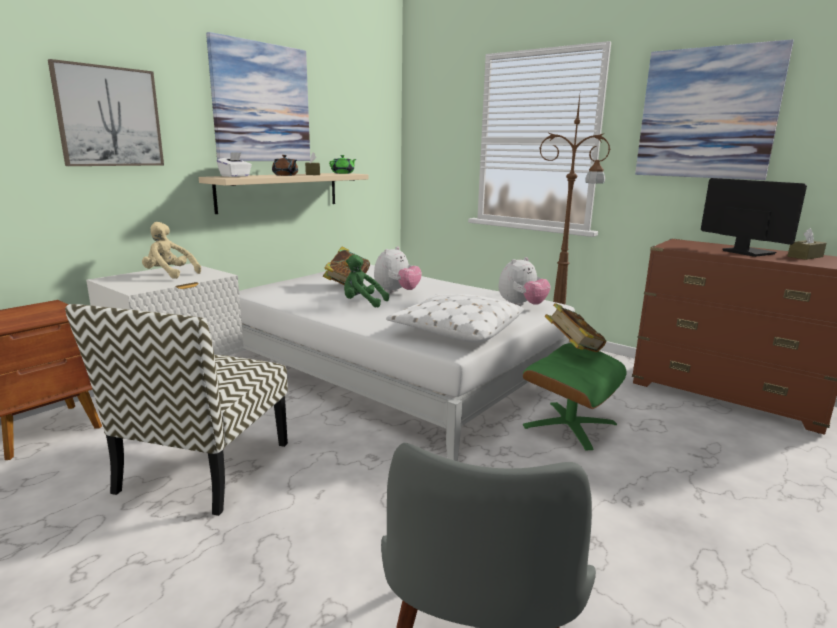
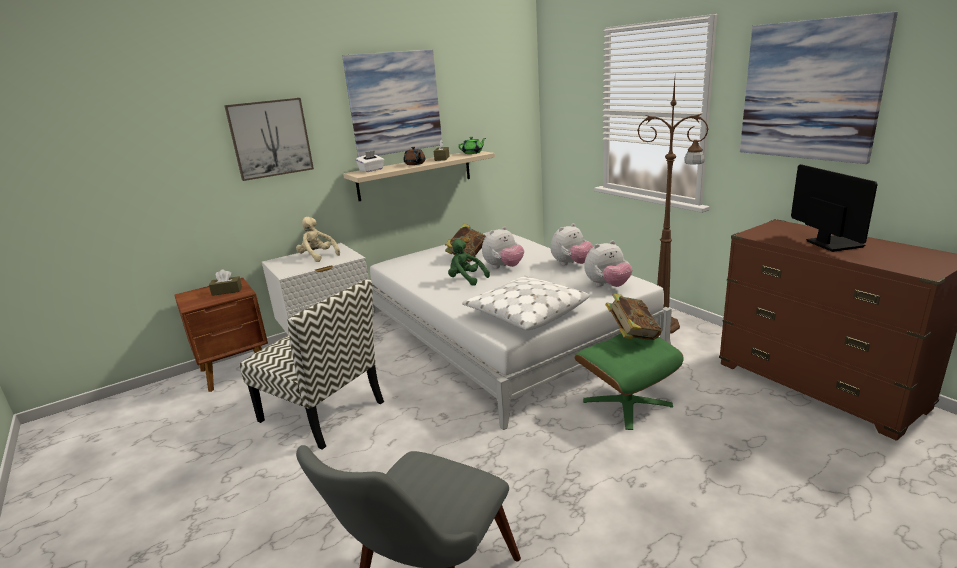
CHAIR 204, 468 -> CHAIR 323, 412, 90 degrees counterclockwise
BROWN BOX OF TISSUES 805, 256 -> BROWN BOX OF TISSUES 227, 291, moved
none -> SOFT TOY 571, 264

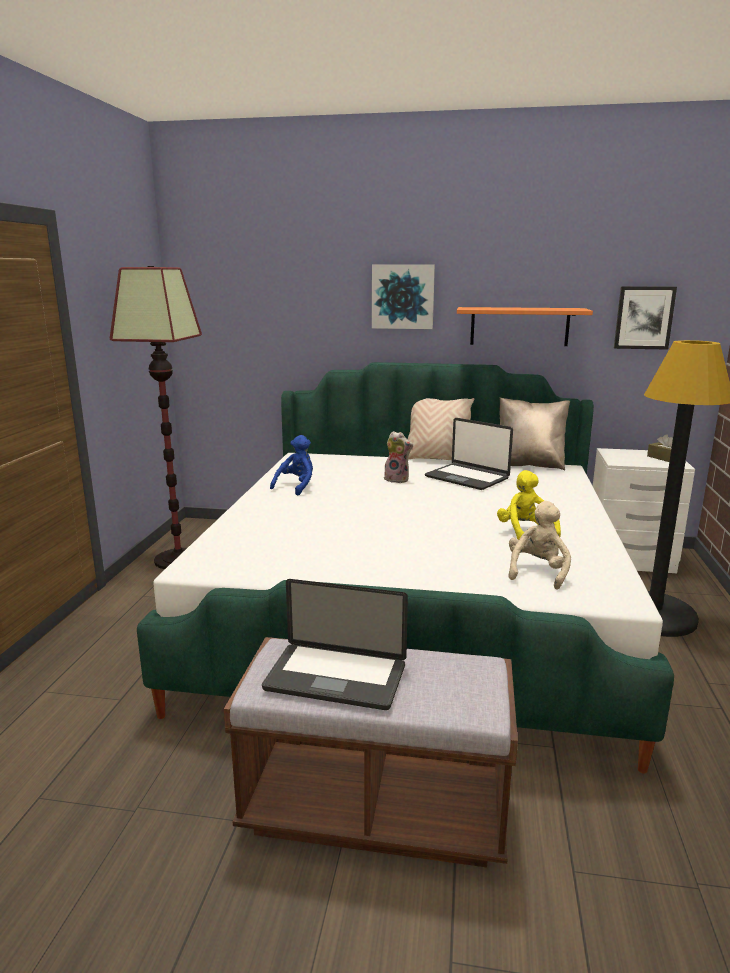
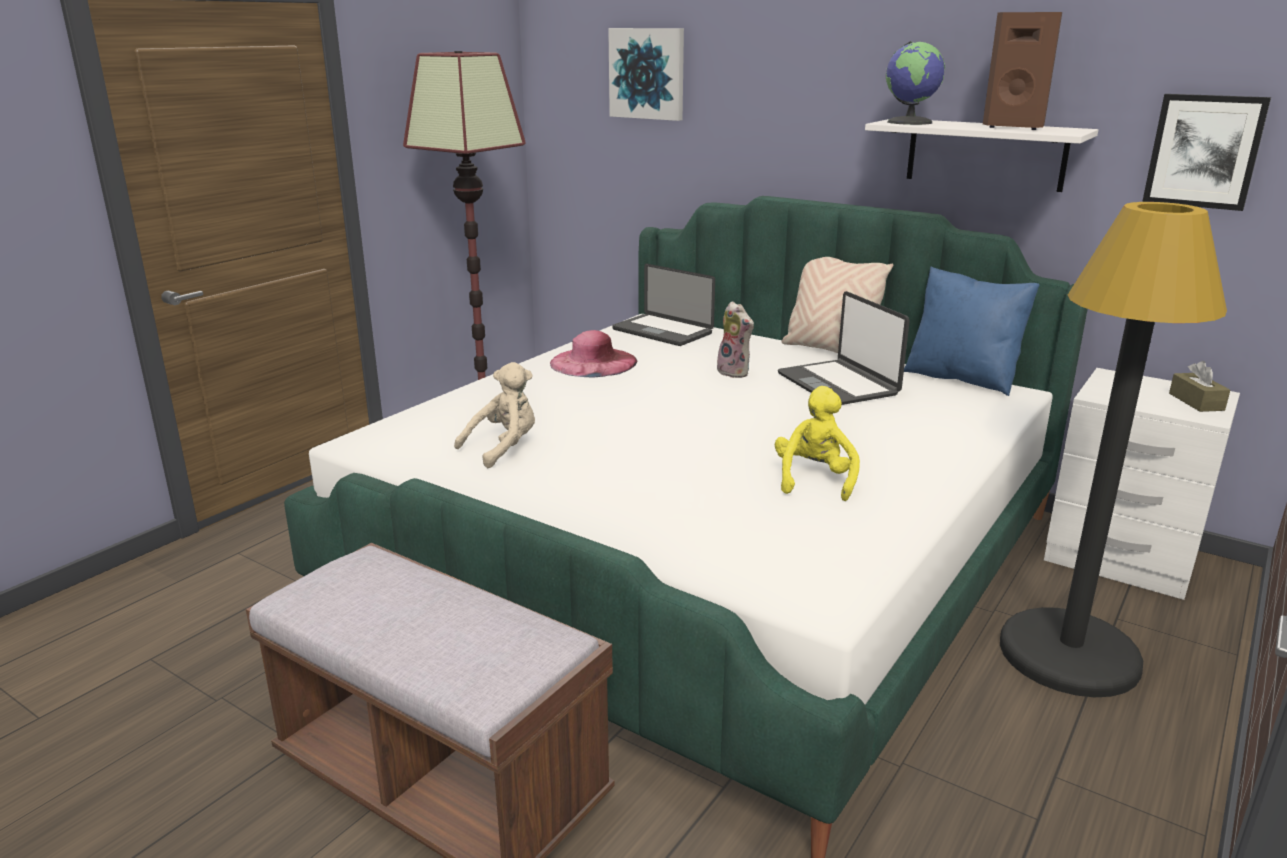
LAPTOP 335, 678 -> LAPTOP 662, 332, moved
BLUE SOFT TOY 296, 486 -> PINK CLOTHING HAT 593, 362
PICTURE 403, 296 -> PICTURE 647, 73, moved
ORANGE WALL SHELF 519, 326 -> WHITE WALL SHELF 985, 154
SAND-COLOURED CUSHION 529, 464 -> BLUE CUSHION 962, 378
SAND-COLOURED SOFT TOY 537, 572 -> SAND-COLOURED SOFT TOY 503, 448, moved
none -> WORLD GLOBE 910, 122
none -> BROWN AUDIO SPEAKER 1015, 127

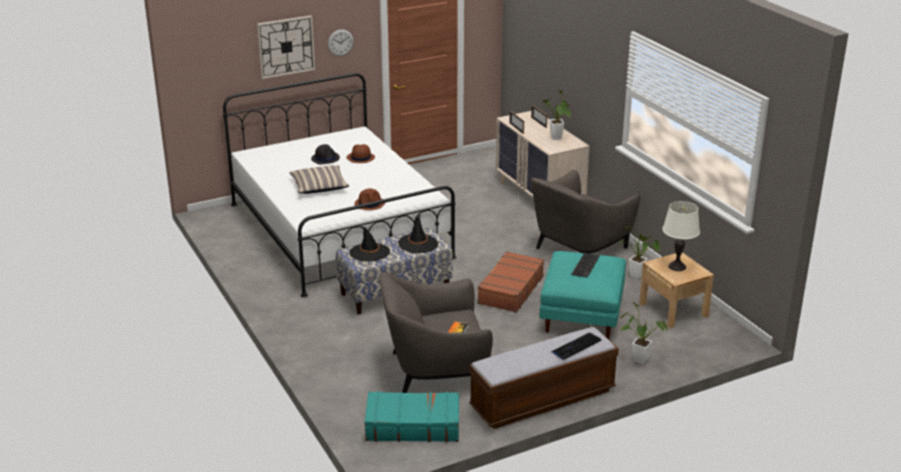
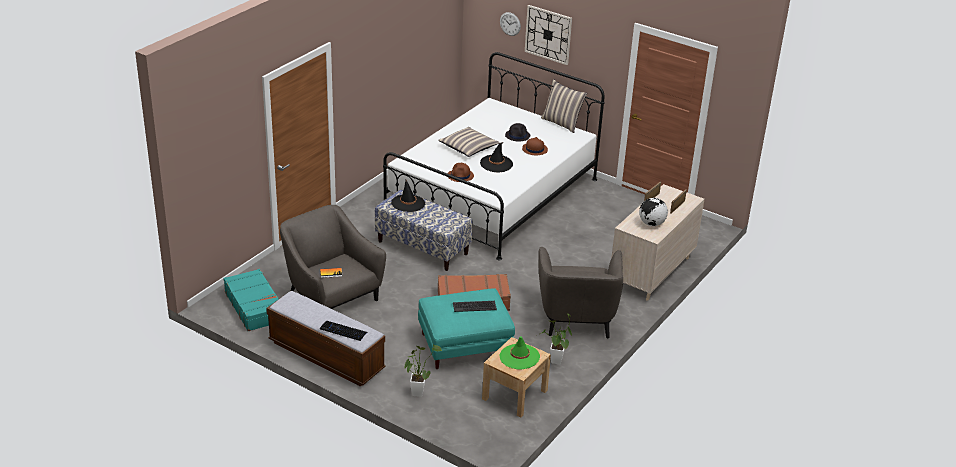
WALL CLOCK 340, 42 -> WALL CLOCK 510, 24, moved
BLACK CLOTHING HAT 418, 244 -> BLACK CLOTHING HAT 496, 164, moved
GRAY EASY CHAIR 579, 247 -> GRAY EASY CHAIR 577, 317, 105 degrees counterclockwise
POTTED PLANT 556, 139 -> WORLD GLOBE 651, 224
WHITE LAMP FOR A TABLE 677, 266 -> GREEN-COLOURED CLOTHING HAT 519, 357
none -> CUSHION 562, 123

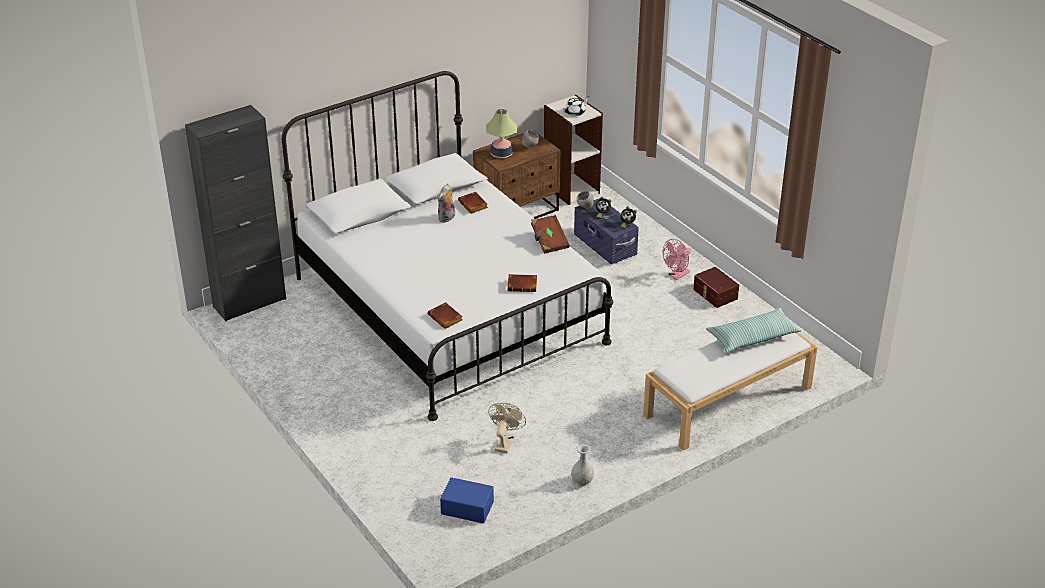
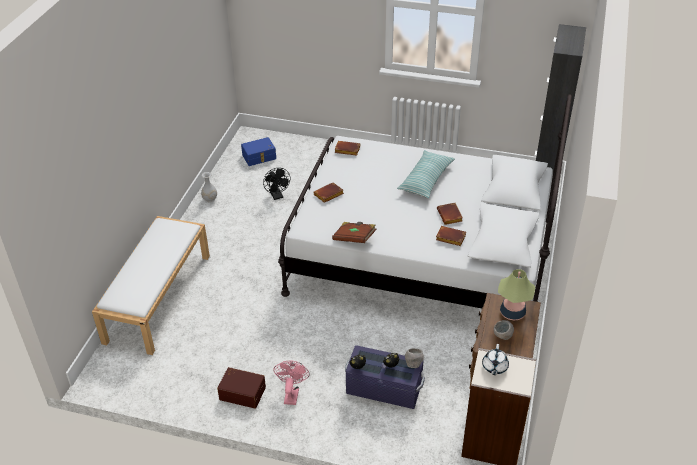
SOFT TOY 447, 218 -> BROWN VOLUME 450, 216
SAND-COLOURED COOLING FAN 505, 442 -> BLACK COOLING FAN 277, 196
CUSHION 752, 337 -> CUSHION 426, 180, moved

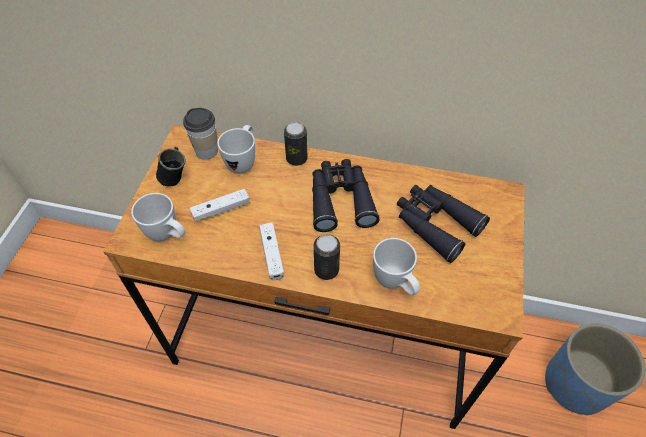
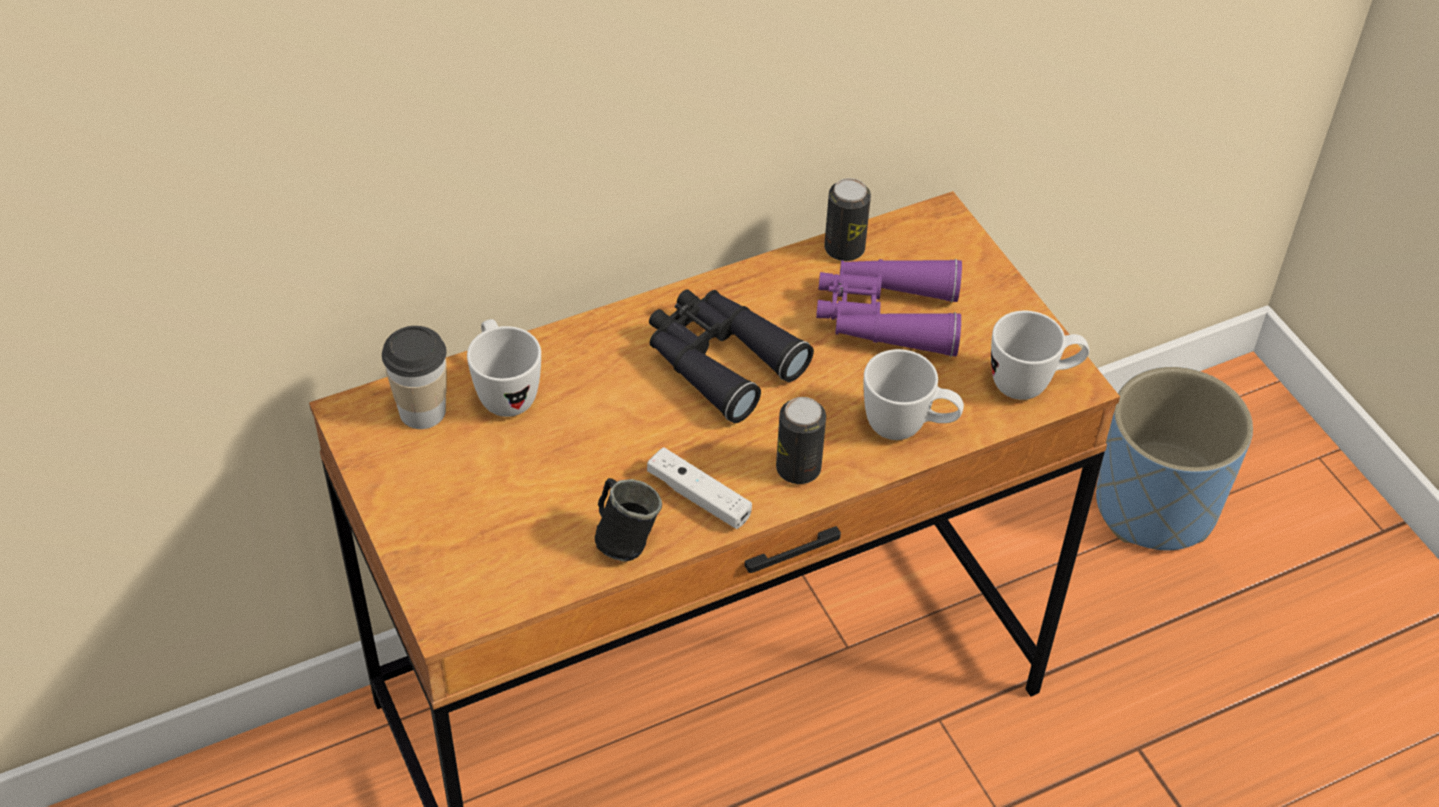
WHITE TEA MUG 168, 235 -> WHITE TEA MUG 1032, 384, moved
BLACK TEA MUG 175, 176 -> BLACK TEA MUG 623, 537, moved
WHITE GAME CONTROLLER 221, 209 -> none
METAL CAN 296, 158 -> METAL CAN 844, 249, moved
BLACK BINOCULARS 435, 224 -> PURPLISH BINOCULARS 886, 317

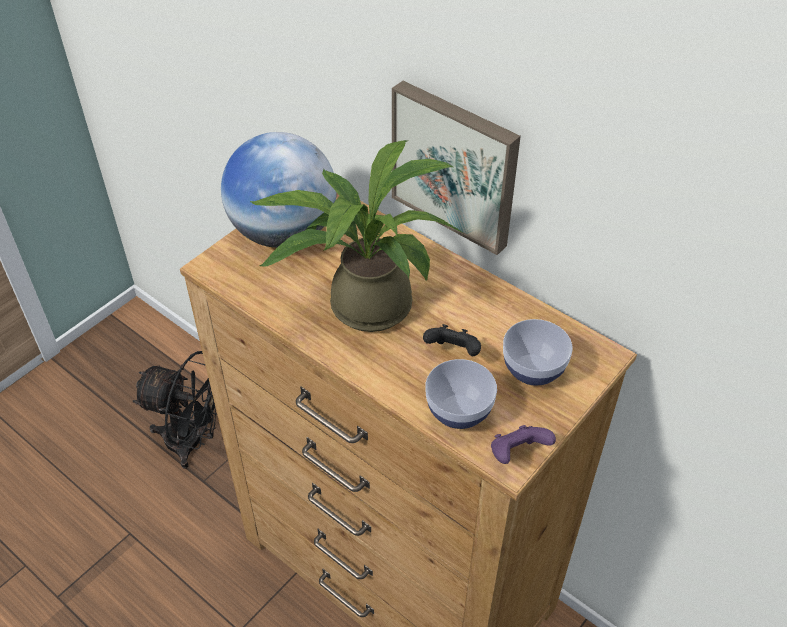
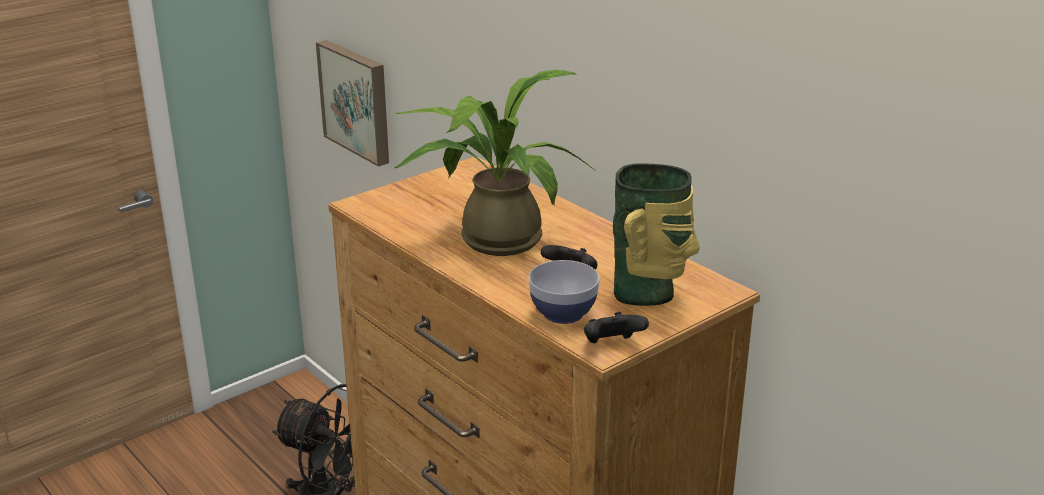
WORLD GLOBE 284, 232 -> none
PICTURE 456, 165 -> PICTURE 357, 101, moved
PURPLISH GAME CONTROLLER 517, 454 -> BLACK GAME CONTROLLER 612, 345
SERVING BOWL 533, 370 -> FLOWER VASE 647, 293

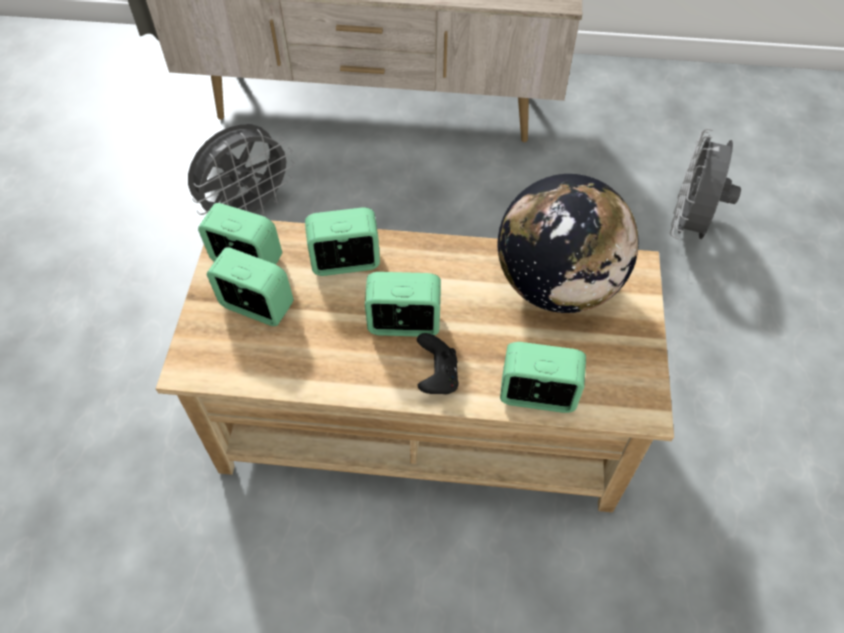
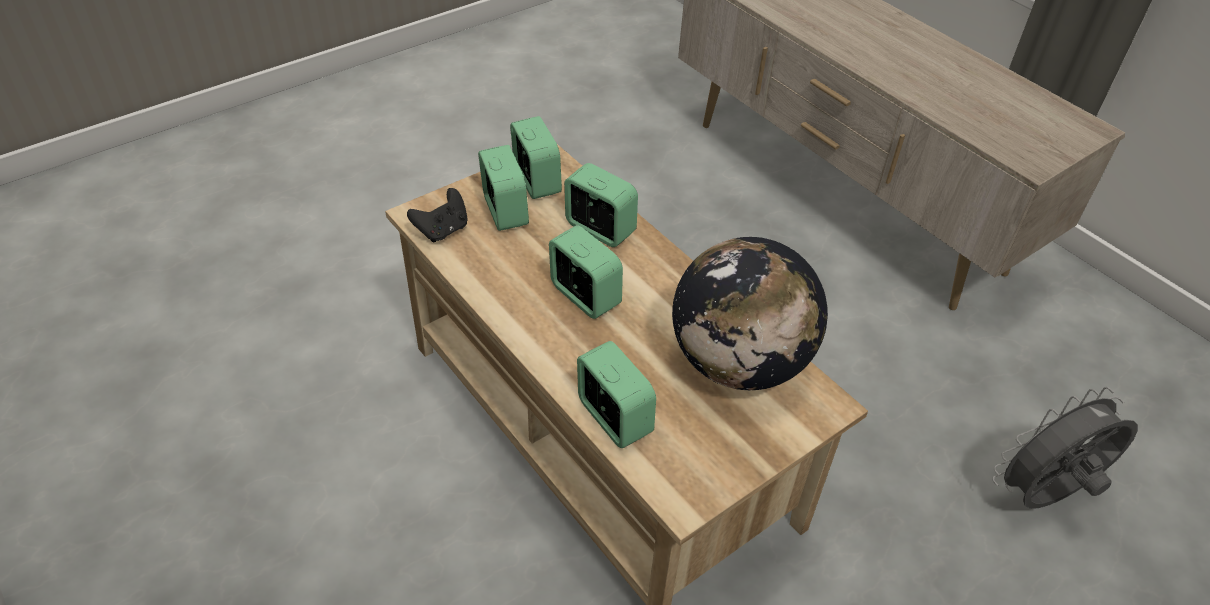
GRAY COOLING FAN 248, 210 -> none
BLACK GAME CONTROLLER 437, 377 -> BLACK GAME CONTROLLER 442, 230, moved

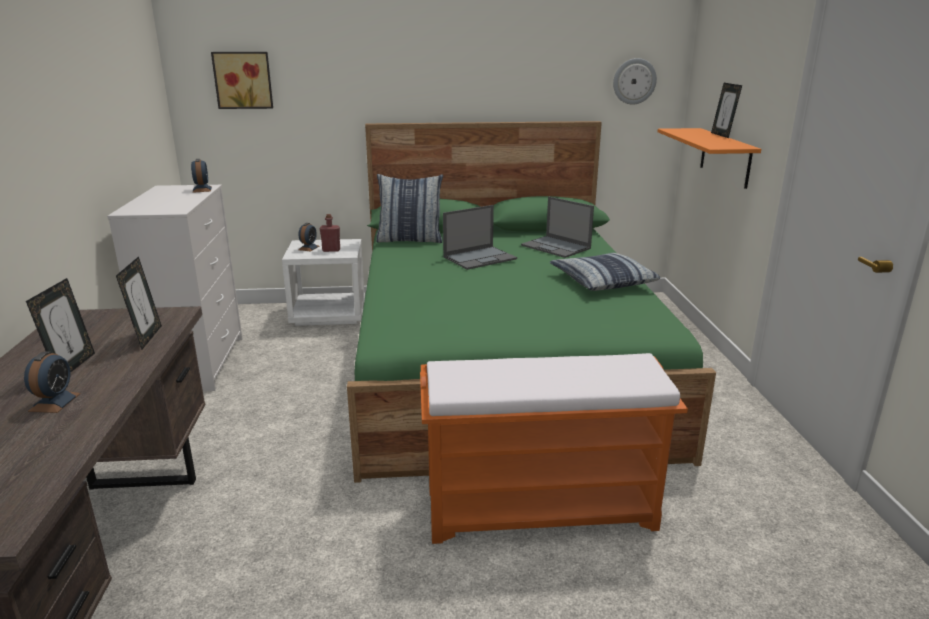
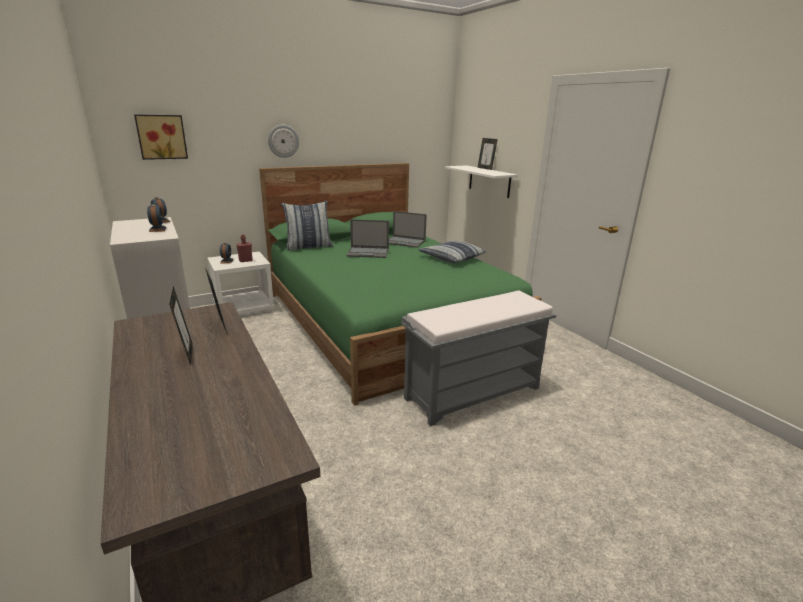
TABLE CLOCK 55, 402 -> TABLE CLOCK 157, 229, moved
ORANGE BENCH 541, 508 -> GRAY BENCH 473, 392
LAPTOP 480, 258 -> LAPTOP 368, 253, 60 degrees clockwise
WALL CLOCK 634, 81 -> WALL CLOCK 283, 141, moved
ORANGE WALL SHELF 725, 157 -> WHITE WALL SHELF 489, 181

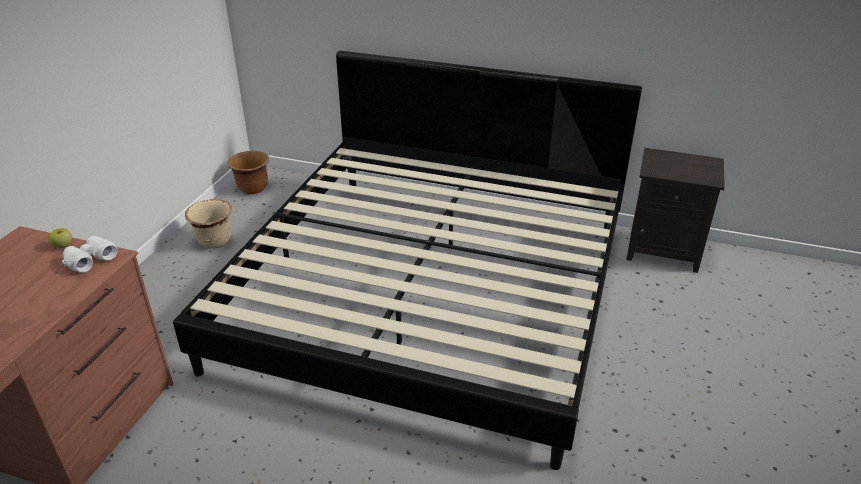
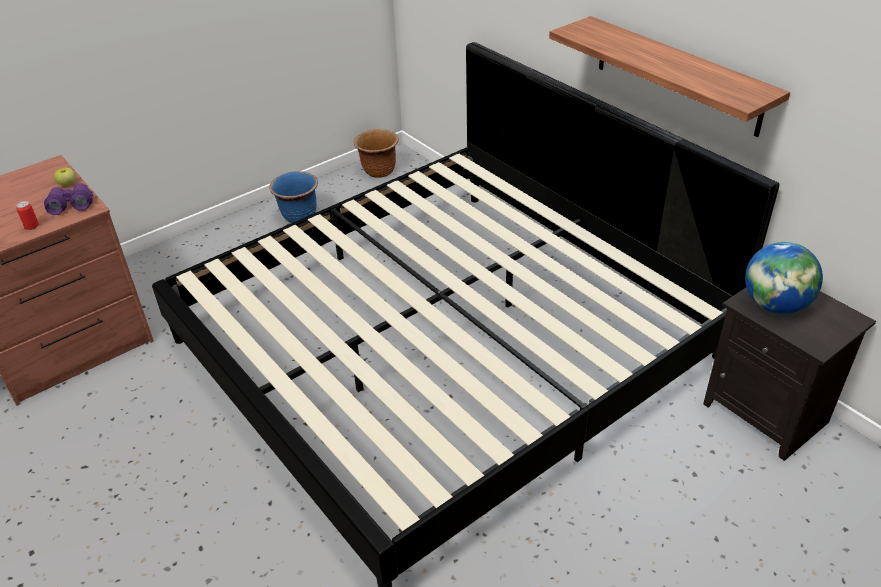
WHITE BINOCULARS 90, 260 -> PURPLISH BINOCULARS 71, 205
SAND-COLOURED FLOWER POT 215, 242 -> BLUE FLOWER POT 299, 216
none -> METAL CAN 31, 226
none -> WALL SHELF 677, 75
none -> WORLD GLOBE 775, 305

